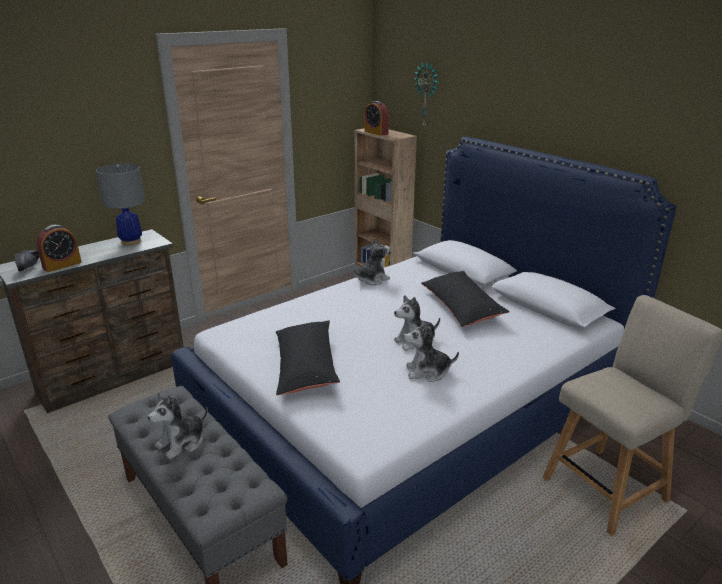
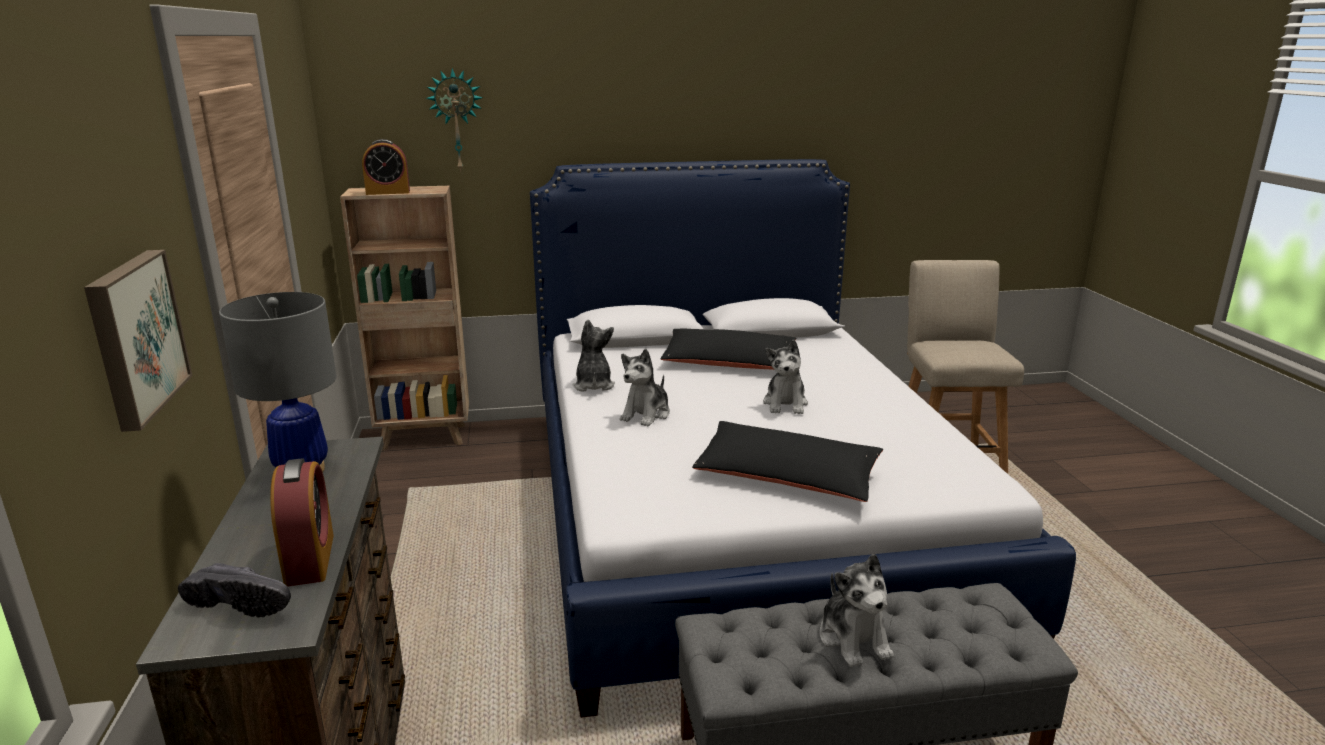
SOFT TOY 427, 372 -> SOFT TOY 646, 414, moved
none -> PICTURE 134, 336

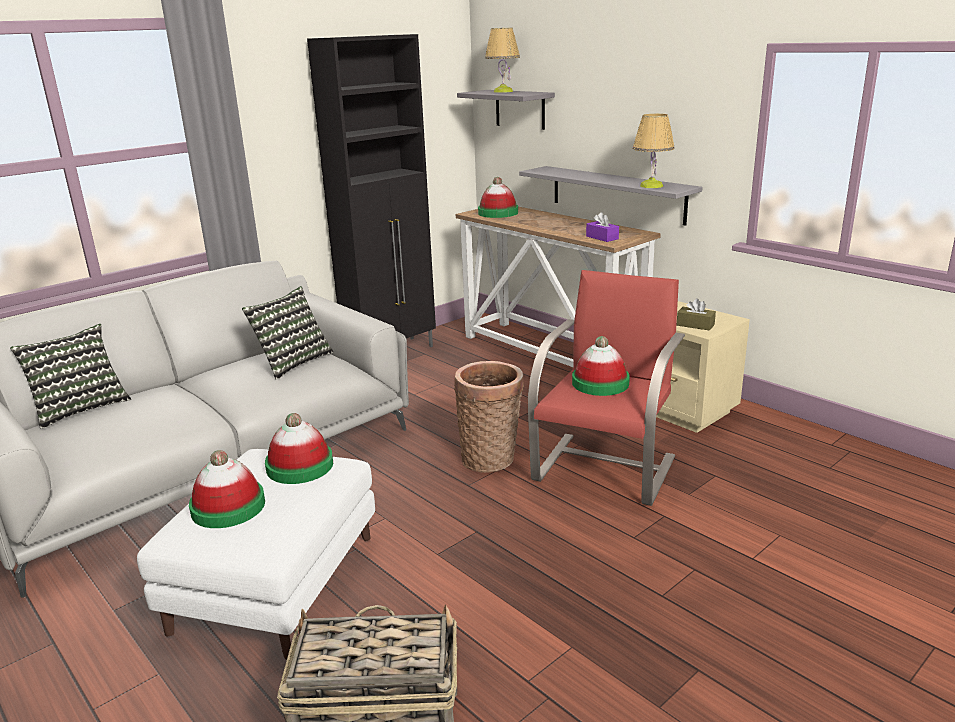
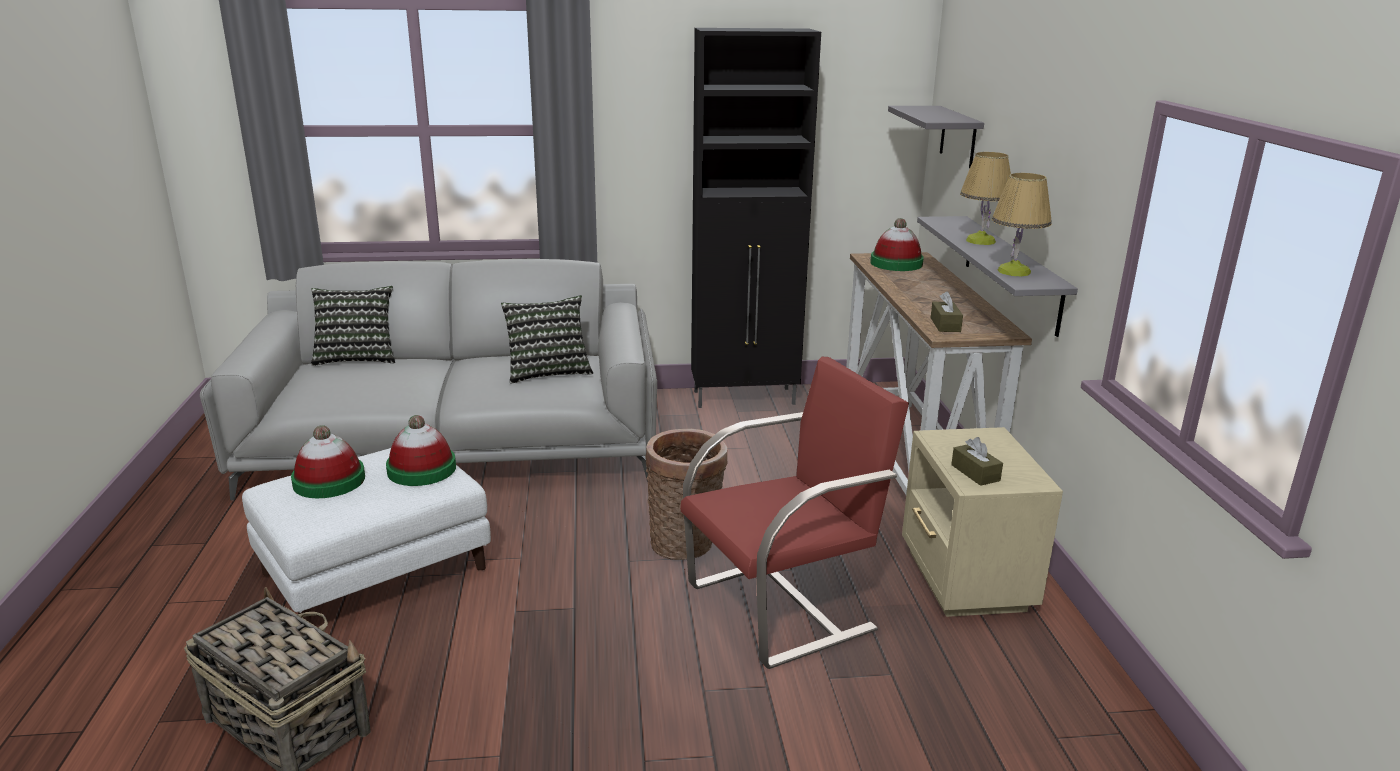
LAMP FOR A TABLE 503, 91 -> LAMP FOR A TABLE 980, 241, moved
CLOTHING HAT 600, 383 -> none
PURPLISH BOX OF TISSUES 602, 237 -> BROWN BOX OF TISSUES 945, 325

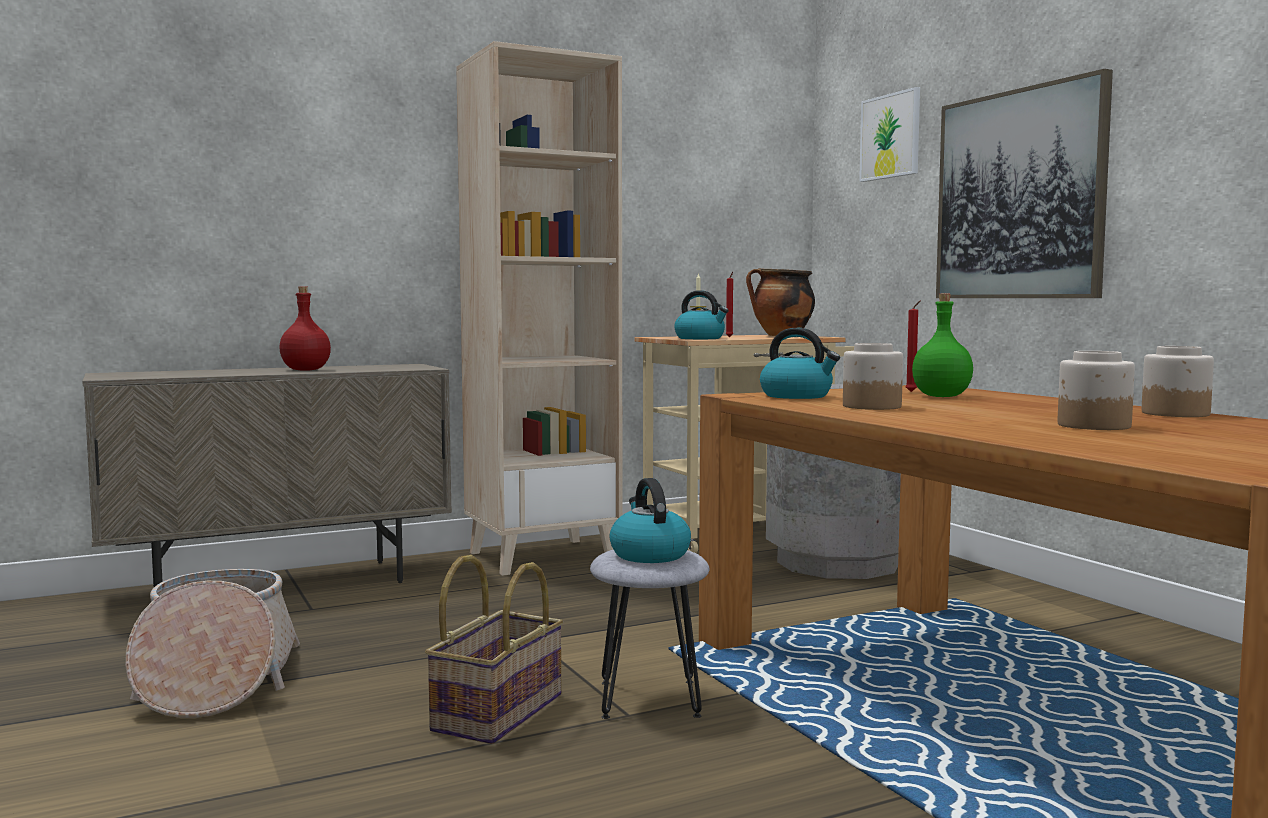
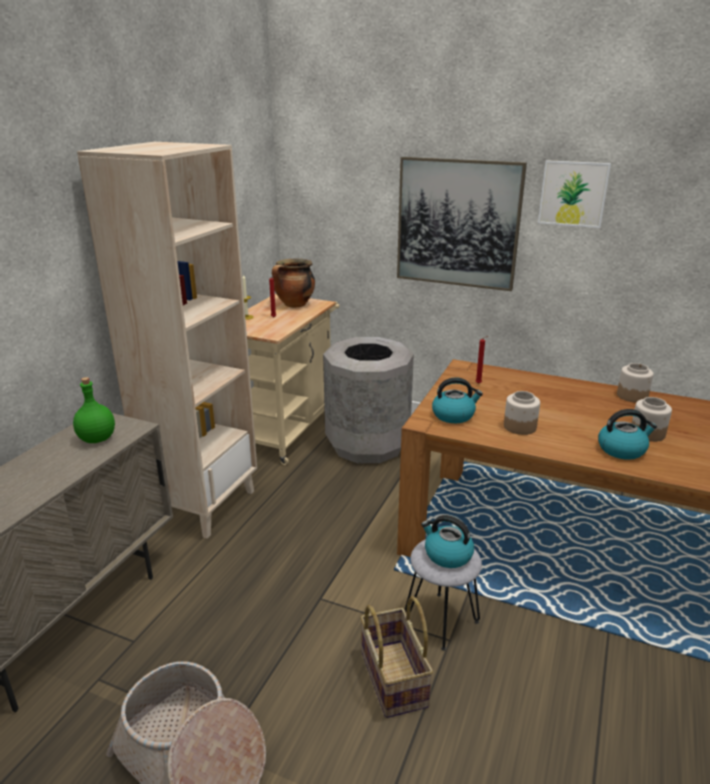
RED-COLOURED DRINK BOTTLE 305, 370 -> none
WATER KETTLE 700, 338 -> WATER KETTLE 622, 449, moved
PICTURE 890, 136 -> PICTURE 573, 194, moved
GREEN-COLOURED DRINK BOTTLE 941, 396 -> GREEN-COLOURED DRINK BOTTLE 97, 439, moved

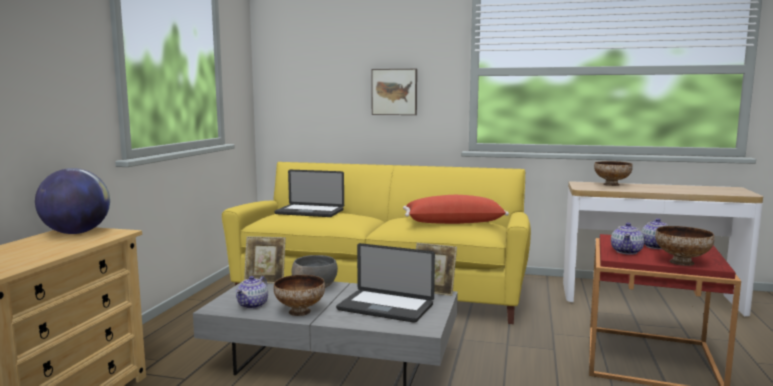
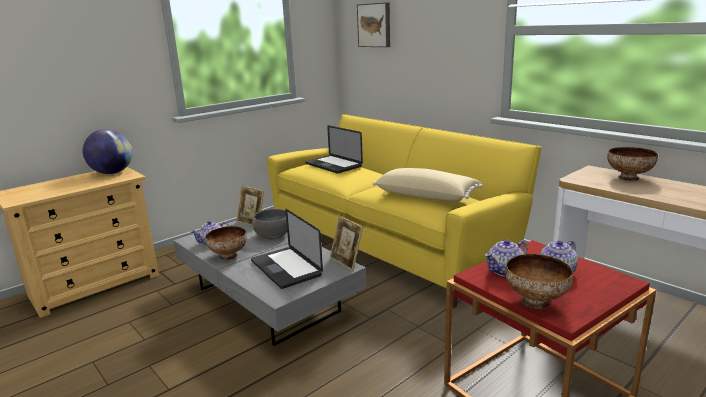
PICTURE 394, 92 -> PICTURE 375, 25, moved
RED-COLOURED CUSHION 454, 222 -> SAND-COLOURED CUSHION 427, 196

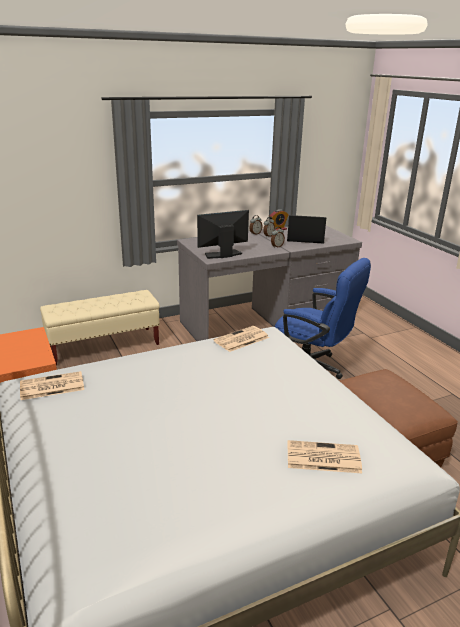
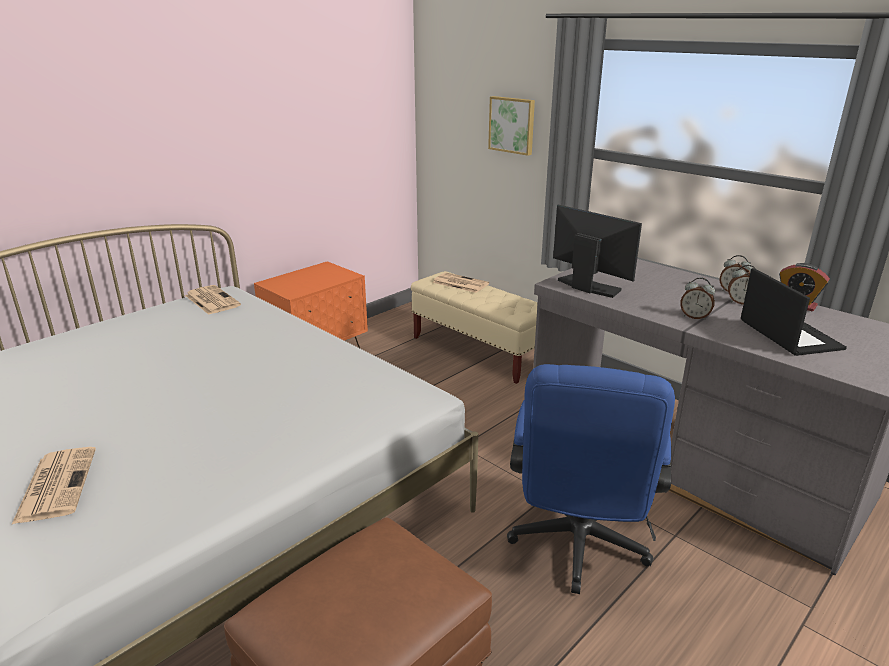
NEWSPAPER 241, 339 -> NEWSPAPER 459, 283, moved
none -> PICTURE 512, 125

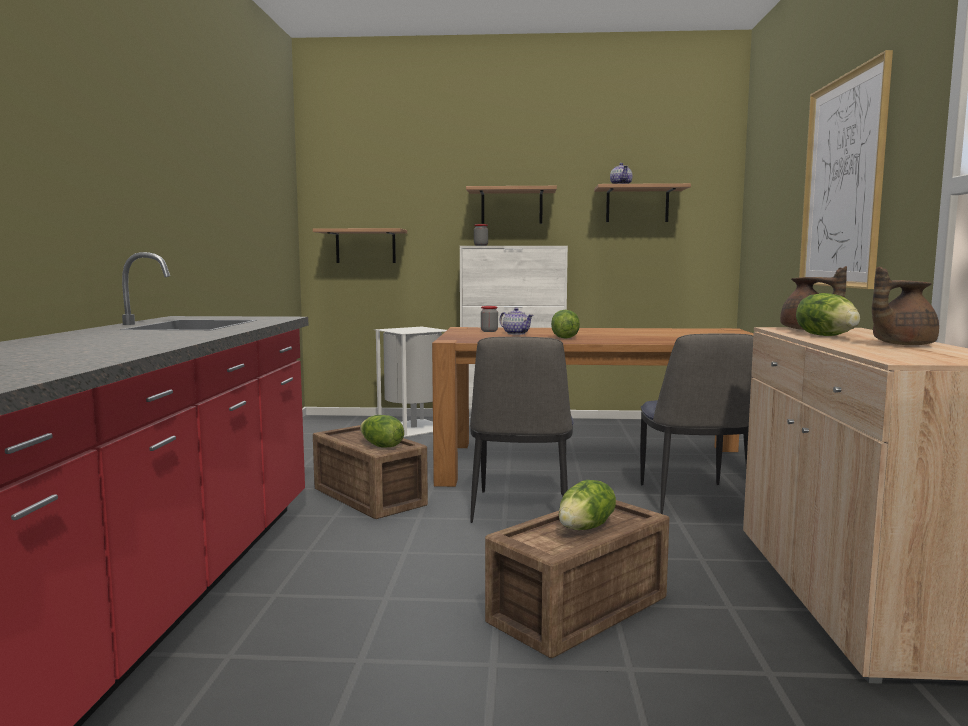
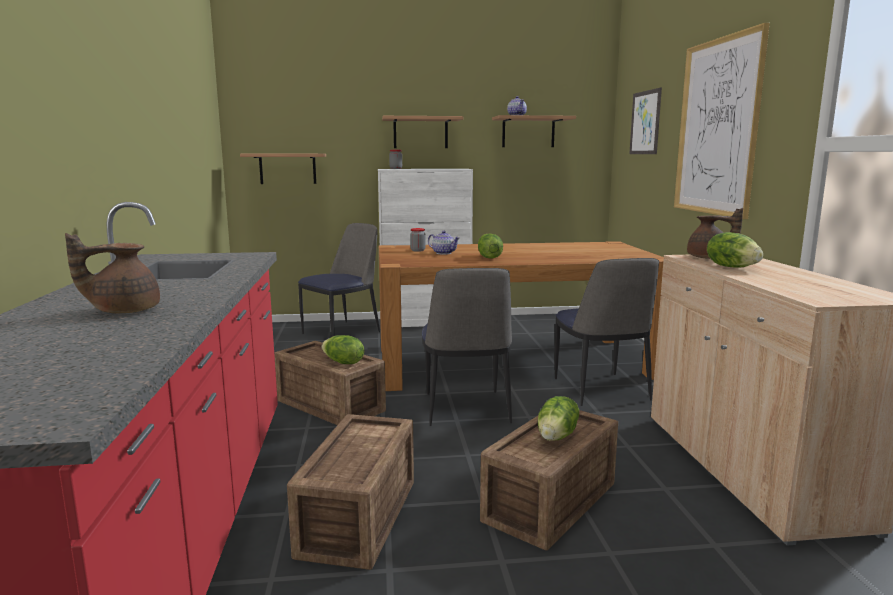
WHITE WASTE BIN 415, 428 -> CHAIR 343, 332
BROWN TEA POT 900, 344 -> BROWN TEA POT 124, 310, moved
none -> CRATE 356, 518
none -> PICTURE 645, 122

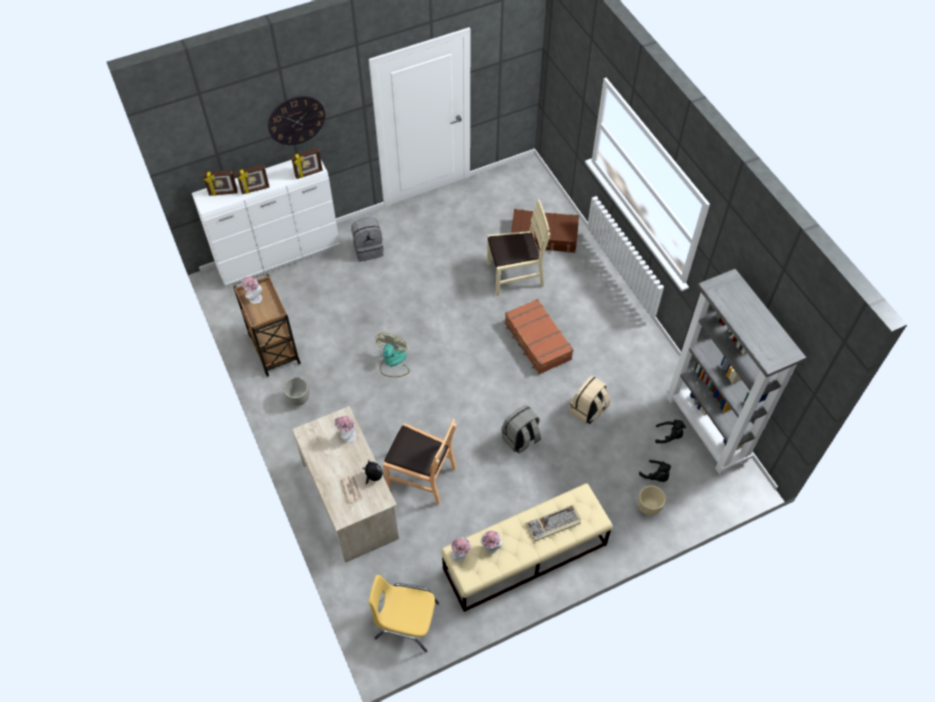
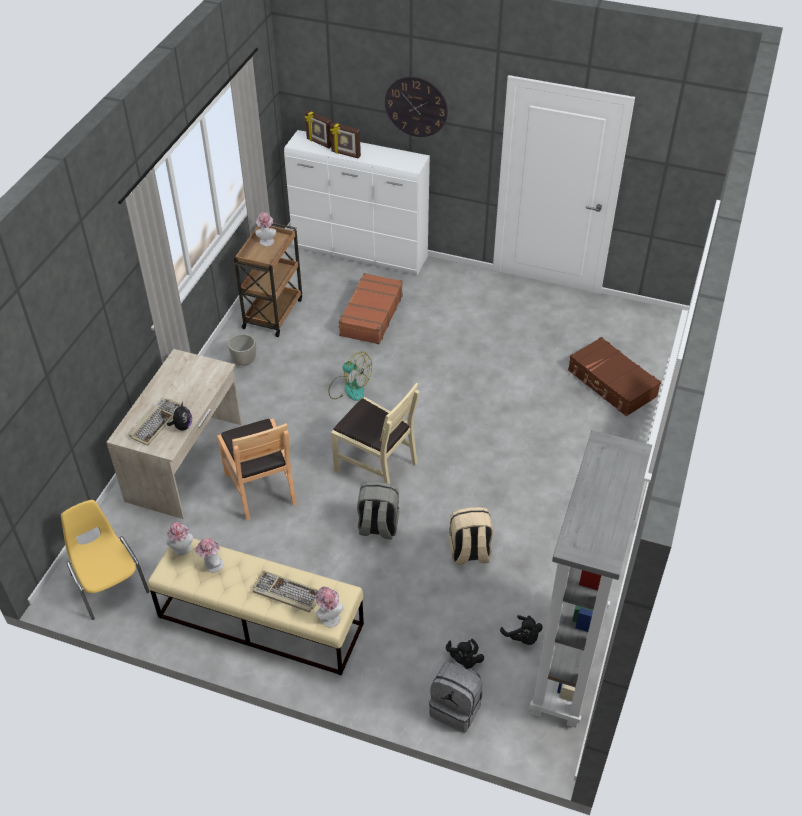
STANDING FRAME 309, 173 -> none
CLOTHING HAT 347, 435 -> CLOTHING HAT 329, 616, moved
NEWSPAPER 351, 489 -> KEYBOARD 156, 422
GRAY BACKPACK 368, 249 -> GRAY BACKPACK 456, 708, moved
COOLING FAN 393, 362 -> COOLING FAN 349, 388, 60 degrees clockwise
SAND-COLOURED CHAIR 515, 275 -> SAND-COLOURED CHAIR 376, 466, moved
BROWN SUITCASE 537, 341 -> BROWN SUITCASE 370, 315, moved
SAND-COLOURED FLOWER POT 648, 507 -> none

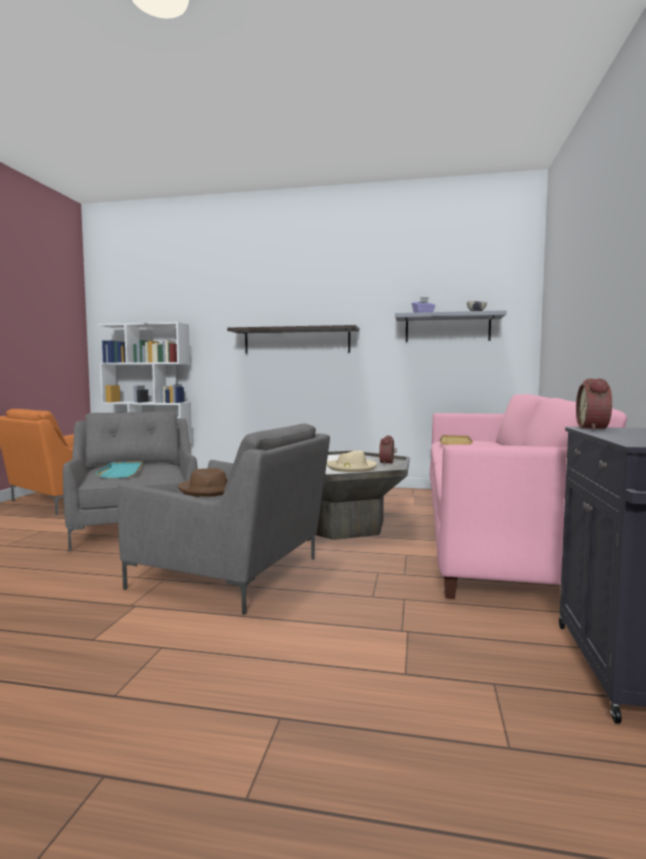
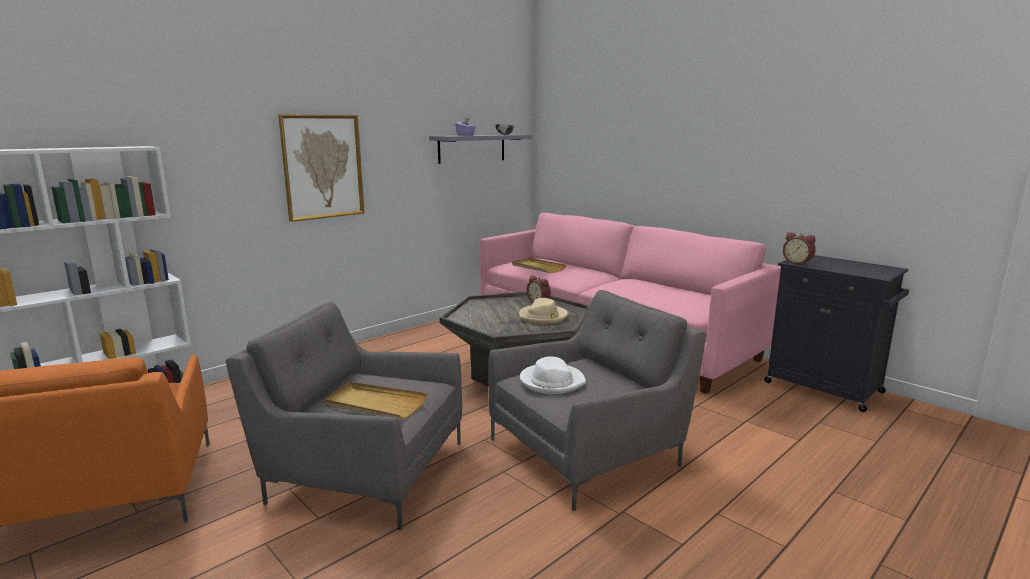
BLUE-GREEN CARRYING TRAY 122, 472 -> SAND-COLOURED CARRYING TRAY 375, 404
BROWN CLOTHING HAT 209, 490 -> WHITE CLOTHING HAT 552, 381
WALL SHELF 296, 341 -> PICTURE 323, 167

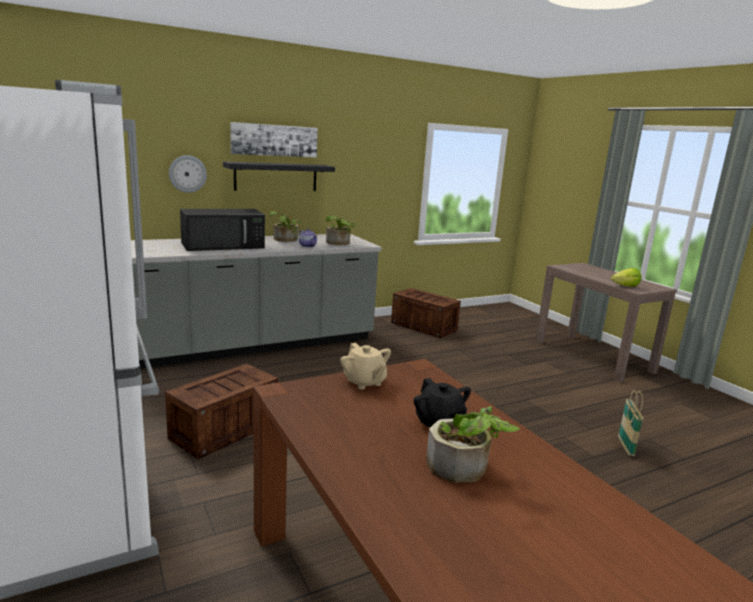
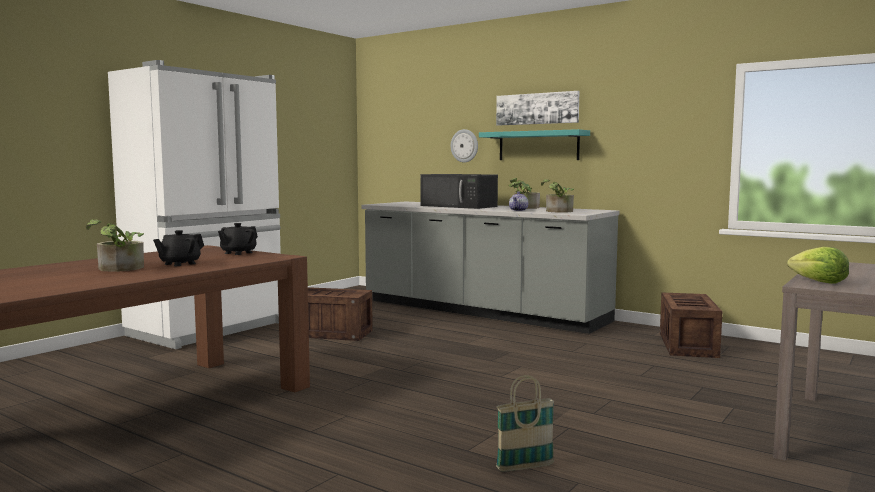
BLACK WALL SHELF 276, 177 -> BLUE-GREEN WALL SHELF 538, 146
SAND-COLOURED TEA POT 364, 382 -> BLACK TEA POT 238, 253

